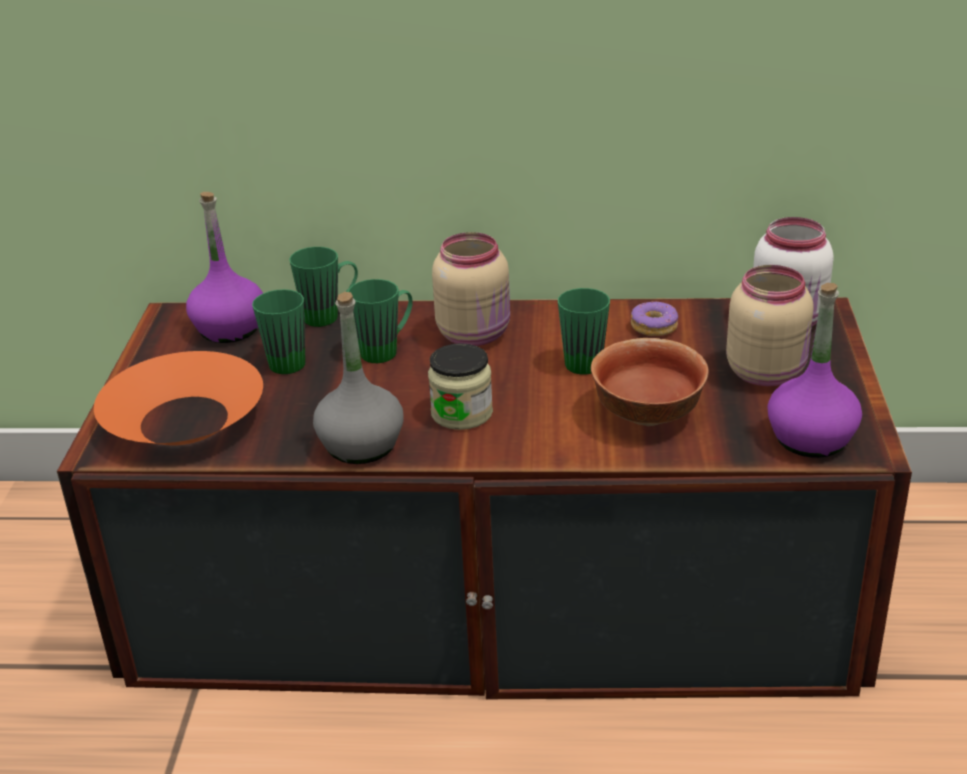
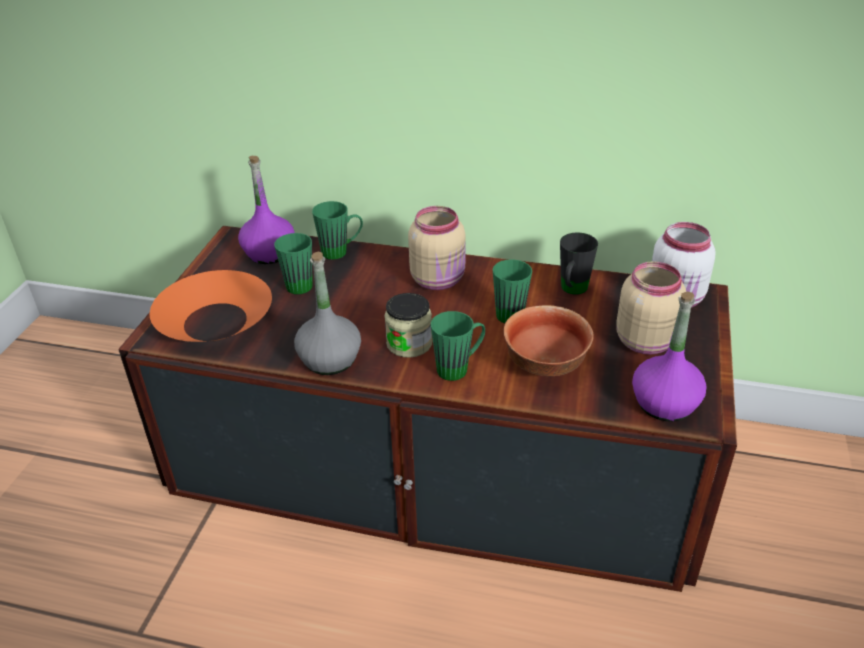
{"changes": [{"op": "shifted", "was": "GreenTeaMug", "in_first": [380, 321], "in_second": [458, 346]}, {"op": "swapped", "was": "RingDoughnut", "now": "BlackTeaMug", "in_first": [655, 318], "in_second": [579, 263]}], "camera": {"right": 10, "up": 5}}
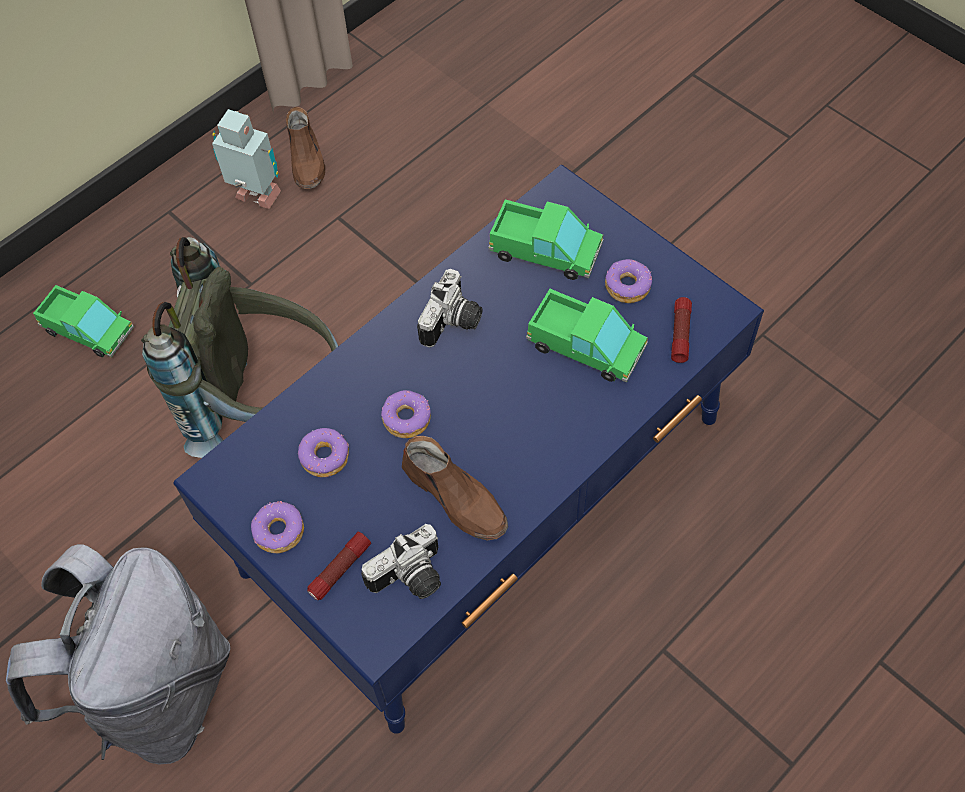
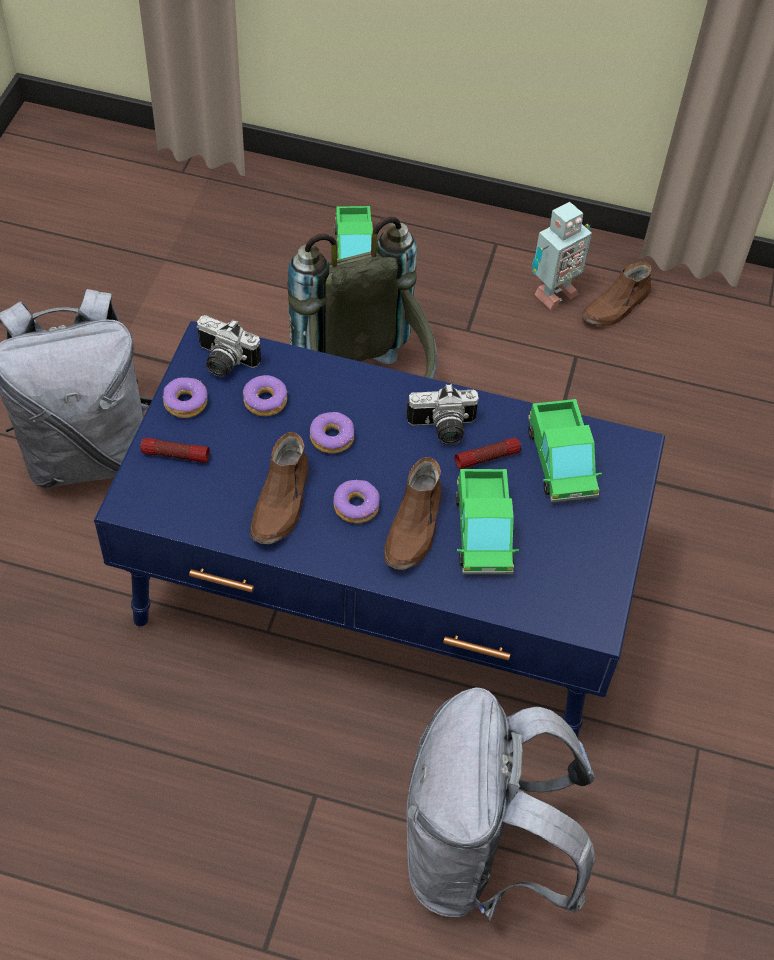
{"changes": [{"op": "new", "now": "BrownishShoe", "in_second": [412, 513]}, {"op": "new", "now": "GreyKnapsack", "in_second": [501, 804]}, {"op": "shifted", "was": "StillCamera", "in_first": [401, 561], "in_second": [228, 346]}, {"op": "shifted", "was": "RingDoughnut", "in_first": [628, 281], "in_second": [356, 501]}, {"op": "shifted", "was": "HandTorch", "in_first": [681, 330], "in_second": [488, 453]}, {"op": "rotated", "was": "ModelRobot", "in_first": [246, 159], "in_second": [562, 256], "clockwise": 60}], "camera": {"right": 55, "up": -5}}
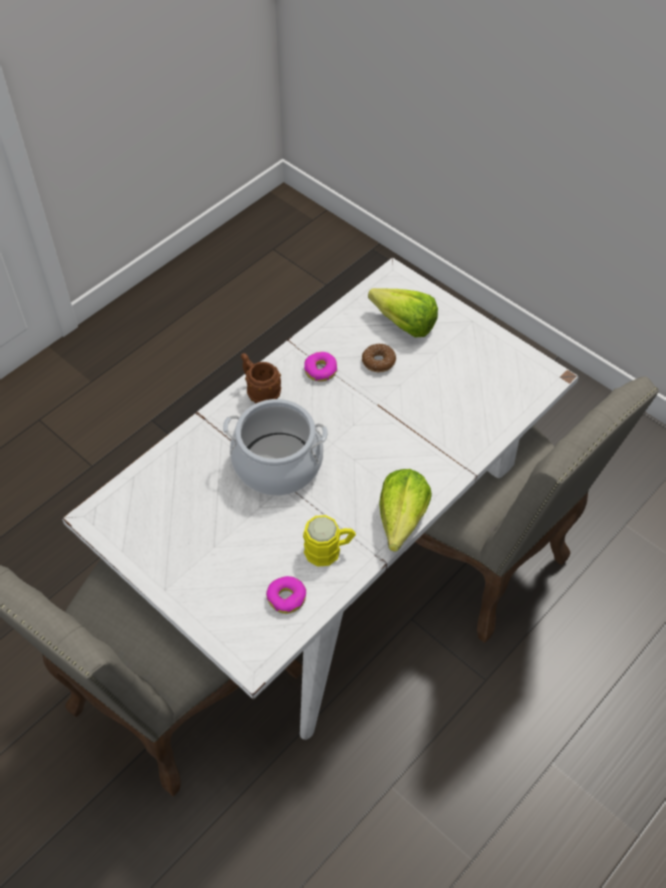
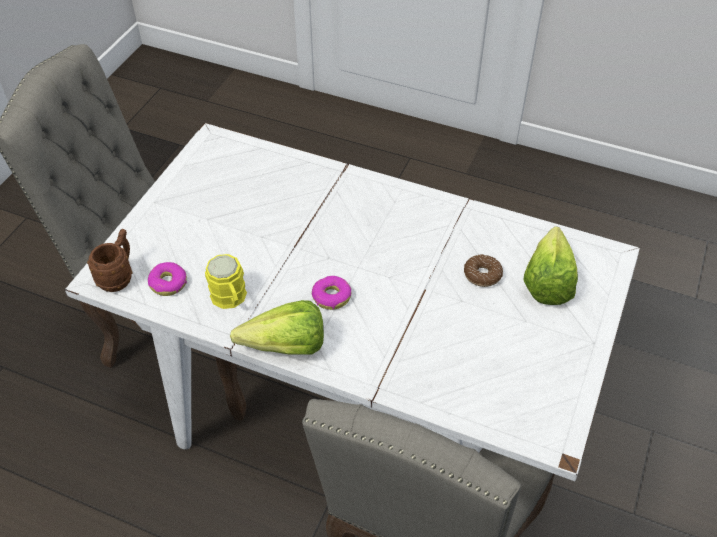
{"changes": [{"op": "gone", "was": "Saucepot", "in_first": [275, 447]}, {"op": "shifted", "was": "BrownishTeaMug", "in_first": [261, 378], "in_second": [109, 260]}, {"op": "shifted", "was": "RingDoughnut", "in_first": [320, 367], "in_second": [331, 293]}], "camera": {"right": 70, "up": -5}}
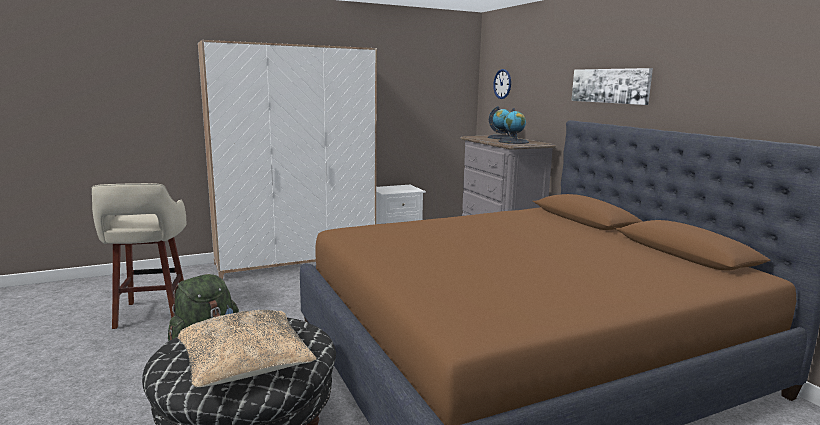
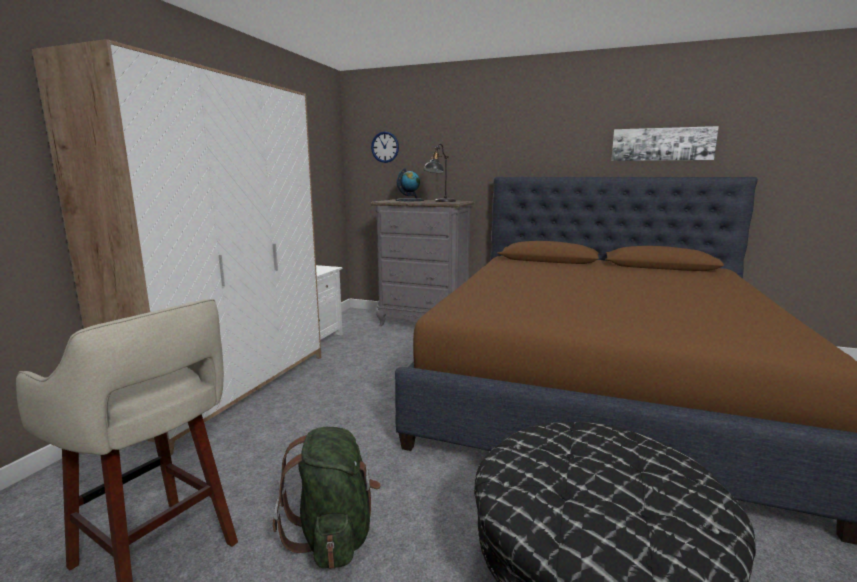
{"changes": [{"op": "gone", "was": "SandColouredThrowPillow", "in_first": [246, 348]}, {"op": "shifted", "was": "WallArt", "in_first": [612, 86], "in_second": [665, 143]}, {"op": "swapped", "was": "WorldGlobe", "now": "GreyTabletopLamp", "in_first": [514, 126], "in_second": [440, 173]}], "camera": {"right": -45, "up": 0}}
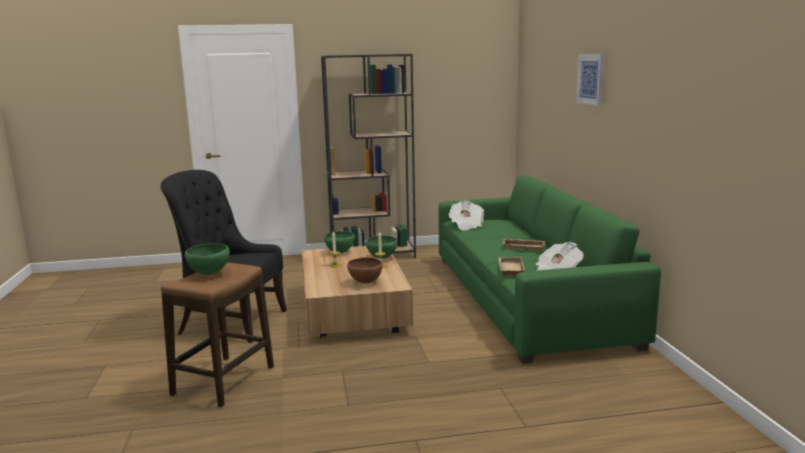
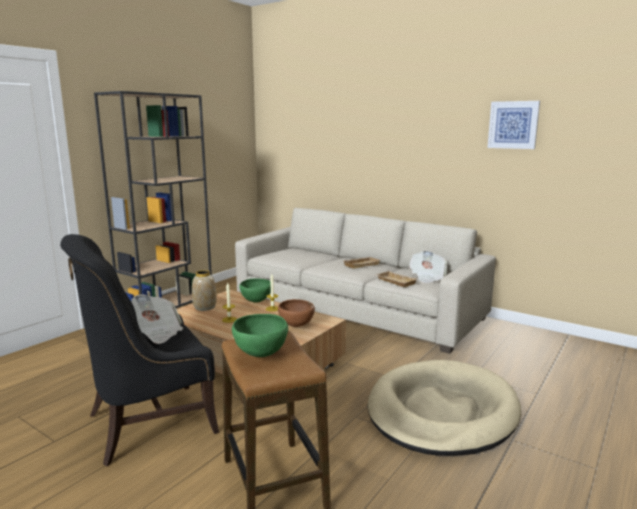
{"changes": [{"op": "new", "now": "SandColouredDogCushion", "in_second": [444, 408]}, {"op": "shifted", "was": "DailyPaper", "in_first": [466, 215], "in_second": [157, 319]}, {"op": "shifted", "was": "WallArt", "in_first": [590, 80], "in_second": [513, 125]}, {"op": "swapped", "was": "GreenDeepDish", "now": "Vase", "in_first": [339, 242], "in_second": [204, 290]}, {"op": "repainted", "was": "GreenSofa", "now": "SandColouredSofa", "in_first": [549, 269], "in_second": [365, 281]}], "camera": {"right": -45, "up": 0}}
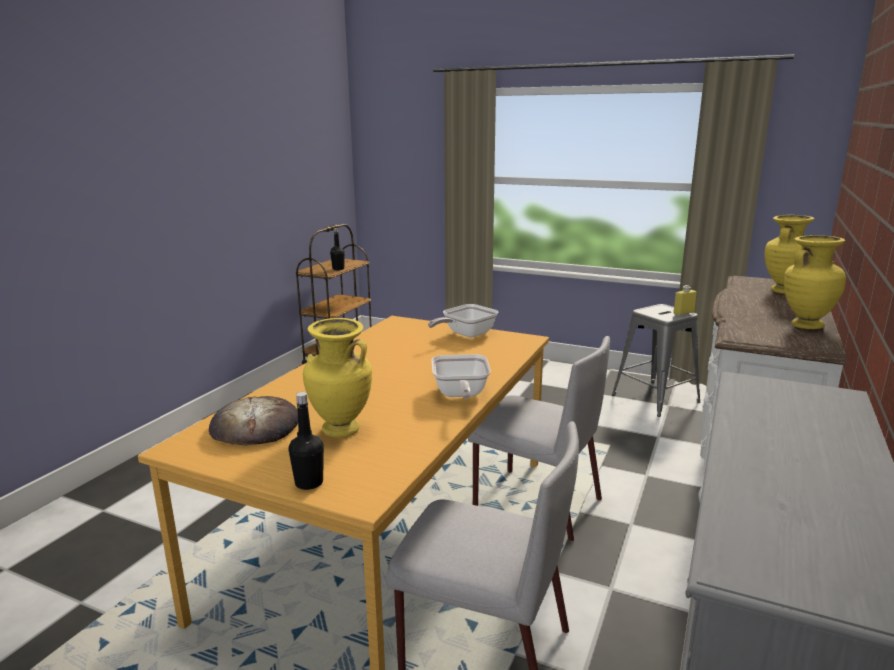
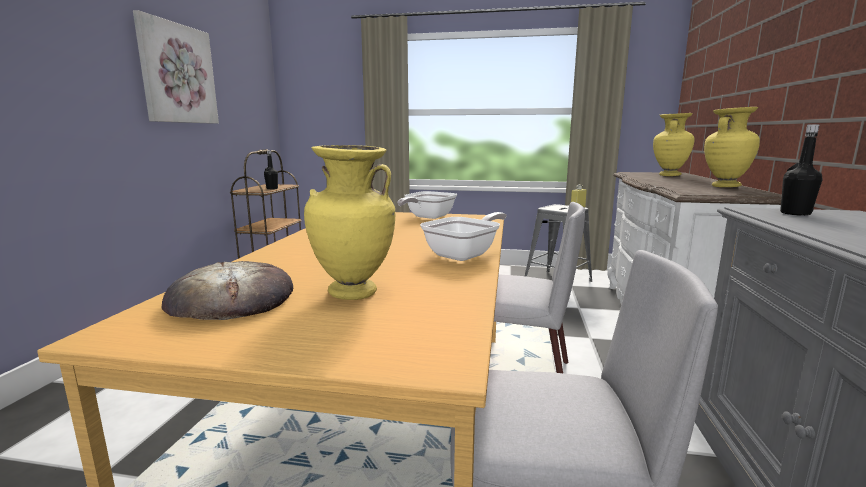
{"changes": [{"op": "new", "now": "WallArt", "in_second": [176, 67]}, {"op": "shifted", "was": "BlackBeverageBottle", "in_first": [306, 441], "in_second": [801, 170]}, {"op": "rotated", "was": "Pan", "in_first": [461, 376], "in_second": [463, 236], "clockwise": -120}], "camera": {"right": -15, "up": -5}}
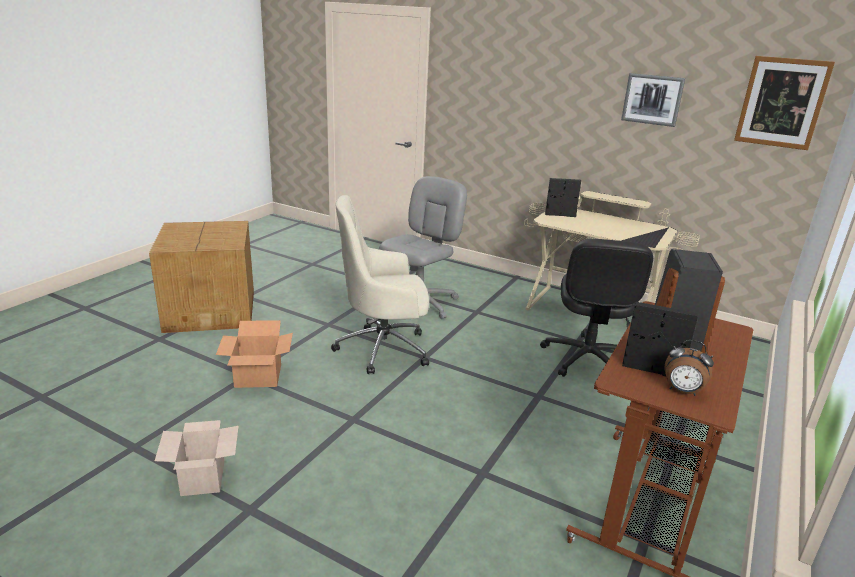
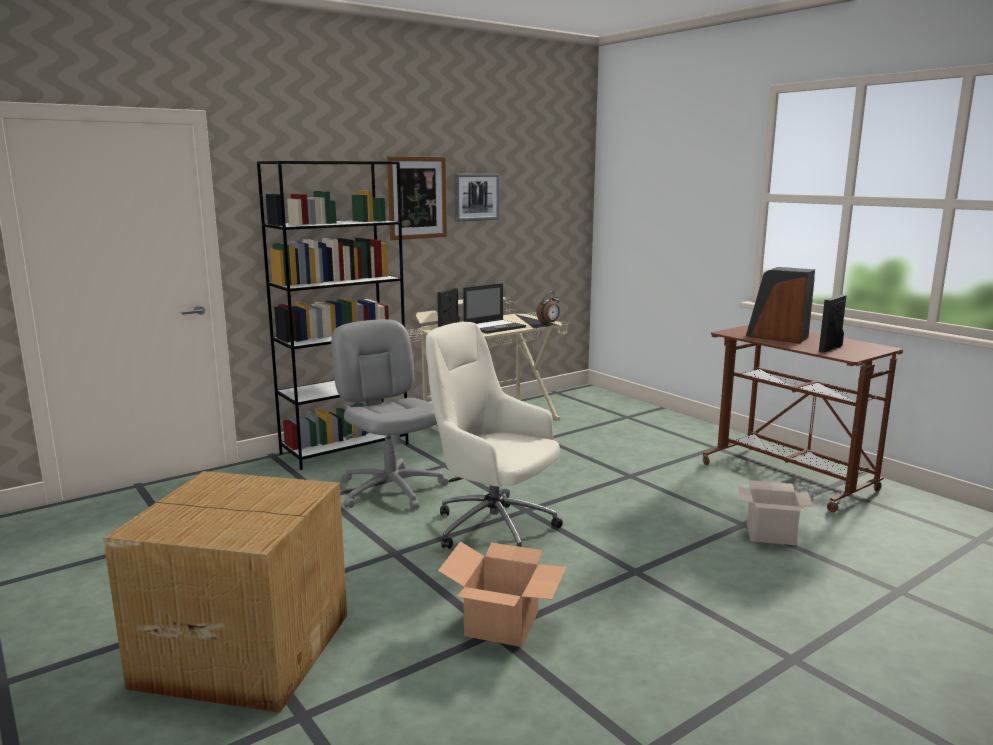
{"changes": [{"op": "gone", "was": "BlackOfficeChair", "in_first": [596, 308]}, {"op": "new", "now": "WhiteColouredBookshelf", "in_second": [332, 315]}, {"op": "new", "now": "PortableComputer", "in_second": [494, 308]}, {"op": "shifted", "was": "CardboardBox", "in_first": [197, 458], "in_second": [776, 513]}, {"op": "shifted", "was": "TableClock", "in_first": [689, 368], "in_second": [548, 308]}, {"op": "shifted", "was": "WallArt", "in_first": [784, 103], "in_second": [417, 198]}, {"op": "rotated", "was": "SandColouredOfficeChair", "in_first": [380, 284], "in_second": [494, 435], "clockwise": 105}], "camera": {"right": -65, "up": -10}}
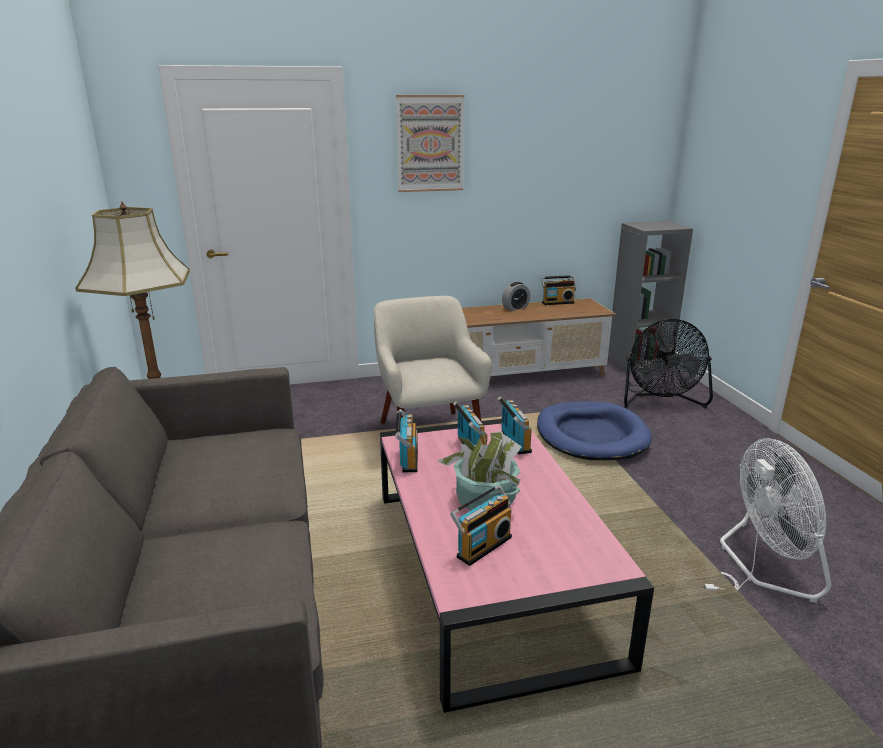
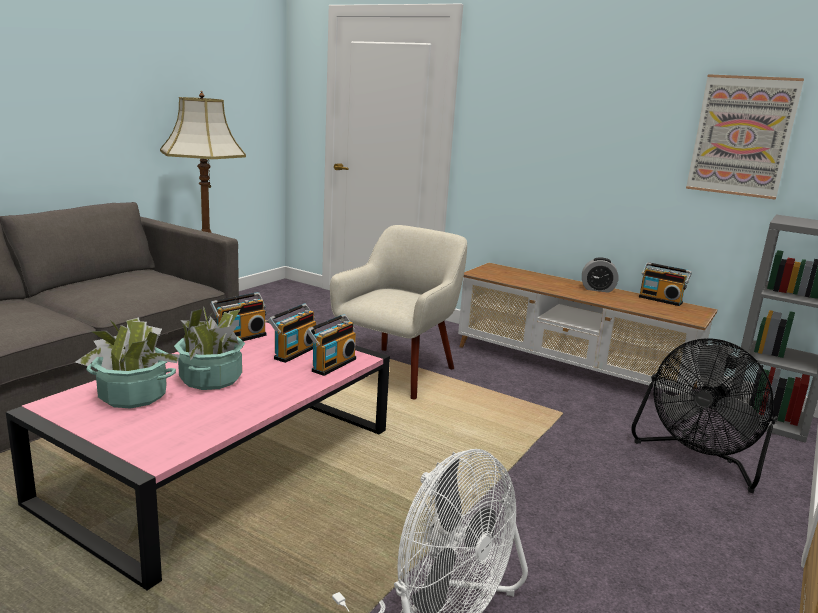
{"changes": [{"op": "gone", "was": "BluishDogCushion", "in_first": [594, 430]}, {"op": "shifted", "was": "WallArt", "in_first": [430, 143], "in_second": [745, 136]}, {"op": "swapped", "was": "RadioSet", "now": "PottedPlant", "in_first": [481, 525], "in_second": [127, 362]}], "camera": {"right": 45, "up": -5}}
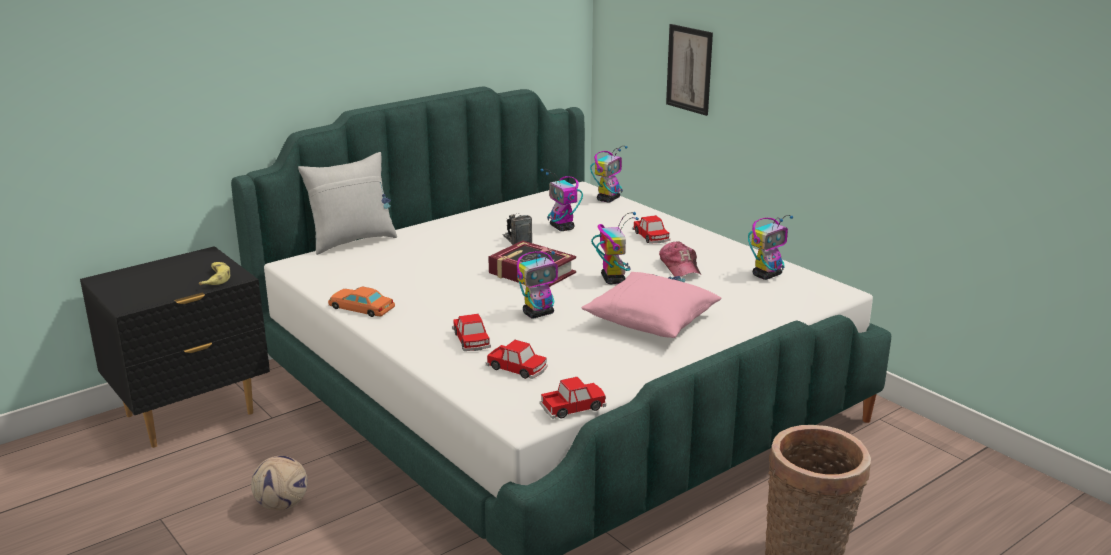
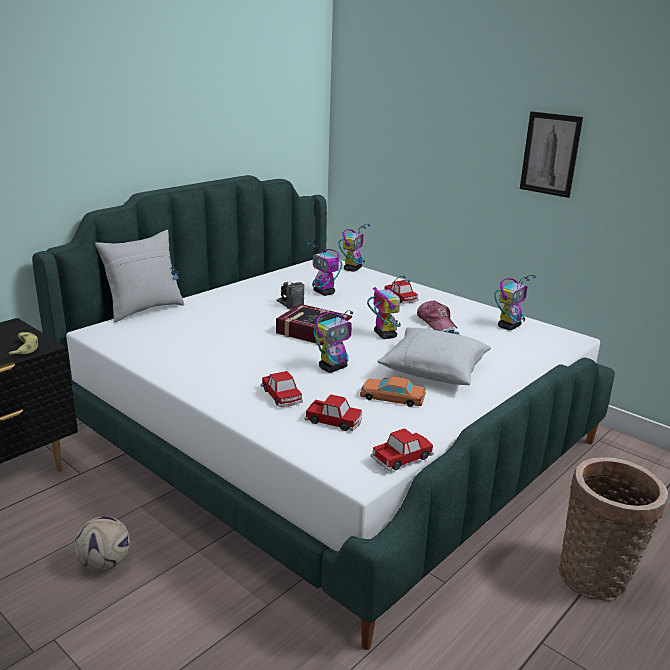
{"changes": [{"op": "shifted", "was": "OrangeyModelCar", "in_first": [361, 301], "in_second": [393, 391]}, {"op": "shifted", "was": "WallArt", "in_first": [689, 70], "in_second": [551, 154]}, {"op": "repainted", "was": "PinkishThrowPillow", "now": "GreyThrowPillow", "in_first": [651, 305], "in_second": [434, 356]}], "camera": {"right": -10, "up": 0}}
